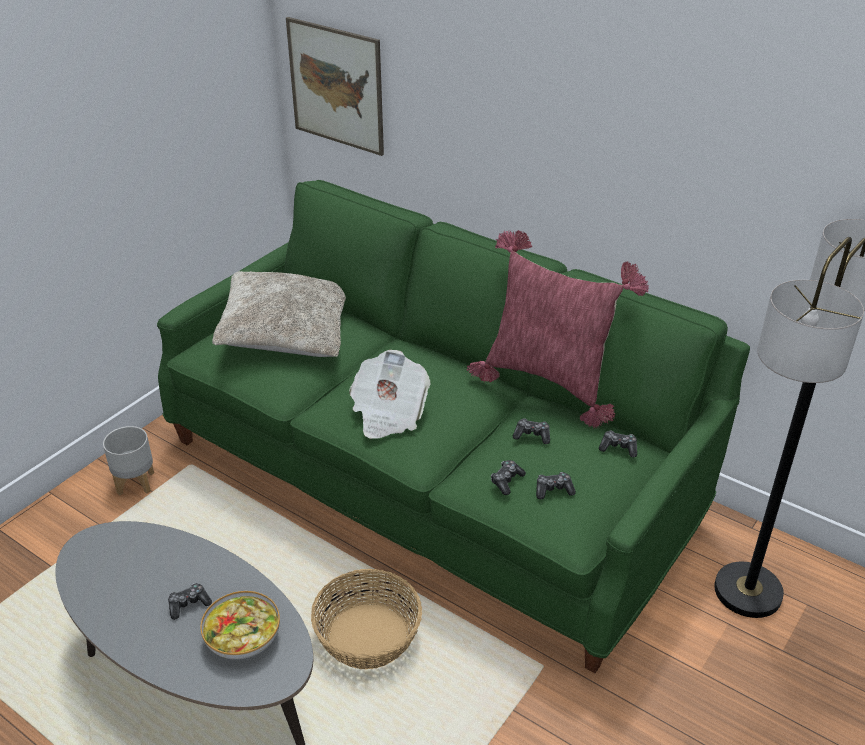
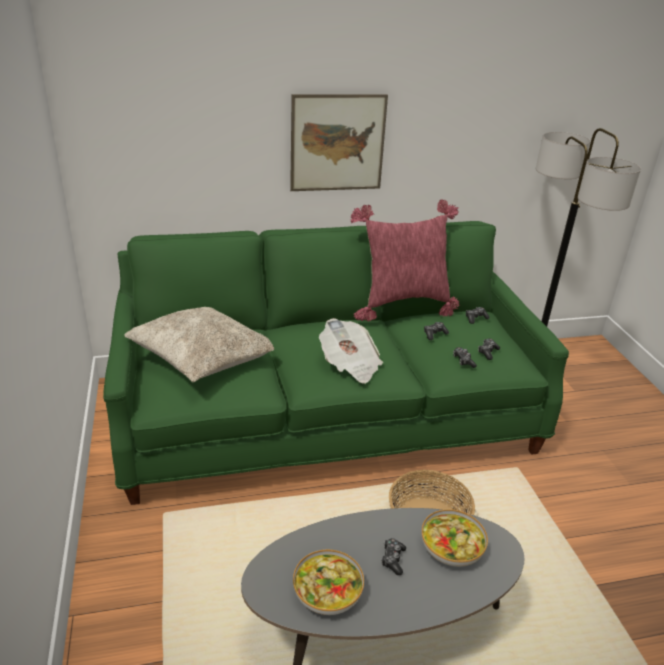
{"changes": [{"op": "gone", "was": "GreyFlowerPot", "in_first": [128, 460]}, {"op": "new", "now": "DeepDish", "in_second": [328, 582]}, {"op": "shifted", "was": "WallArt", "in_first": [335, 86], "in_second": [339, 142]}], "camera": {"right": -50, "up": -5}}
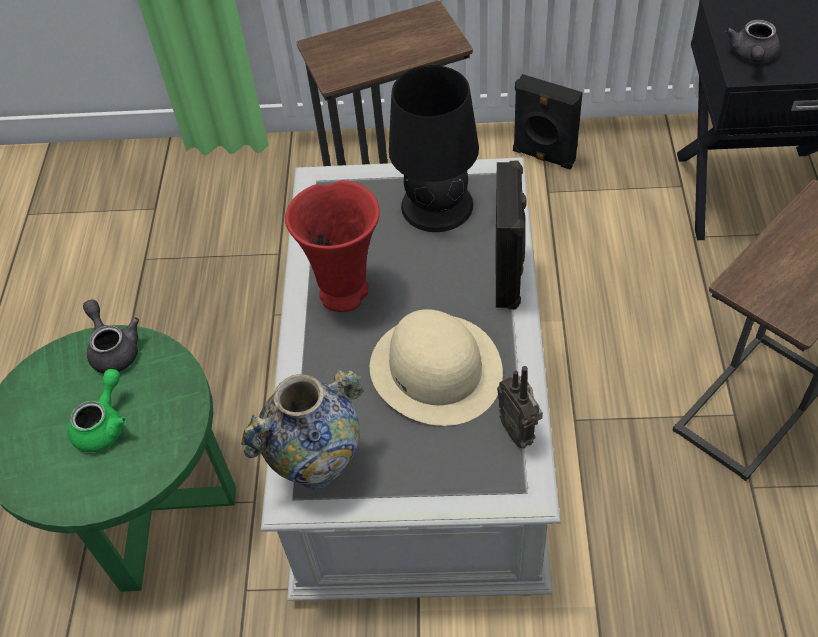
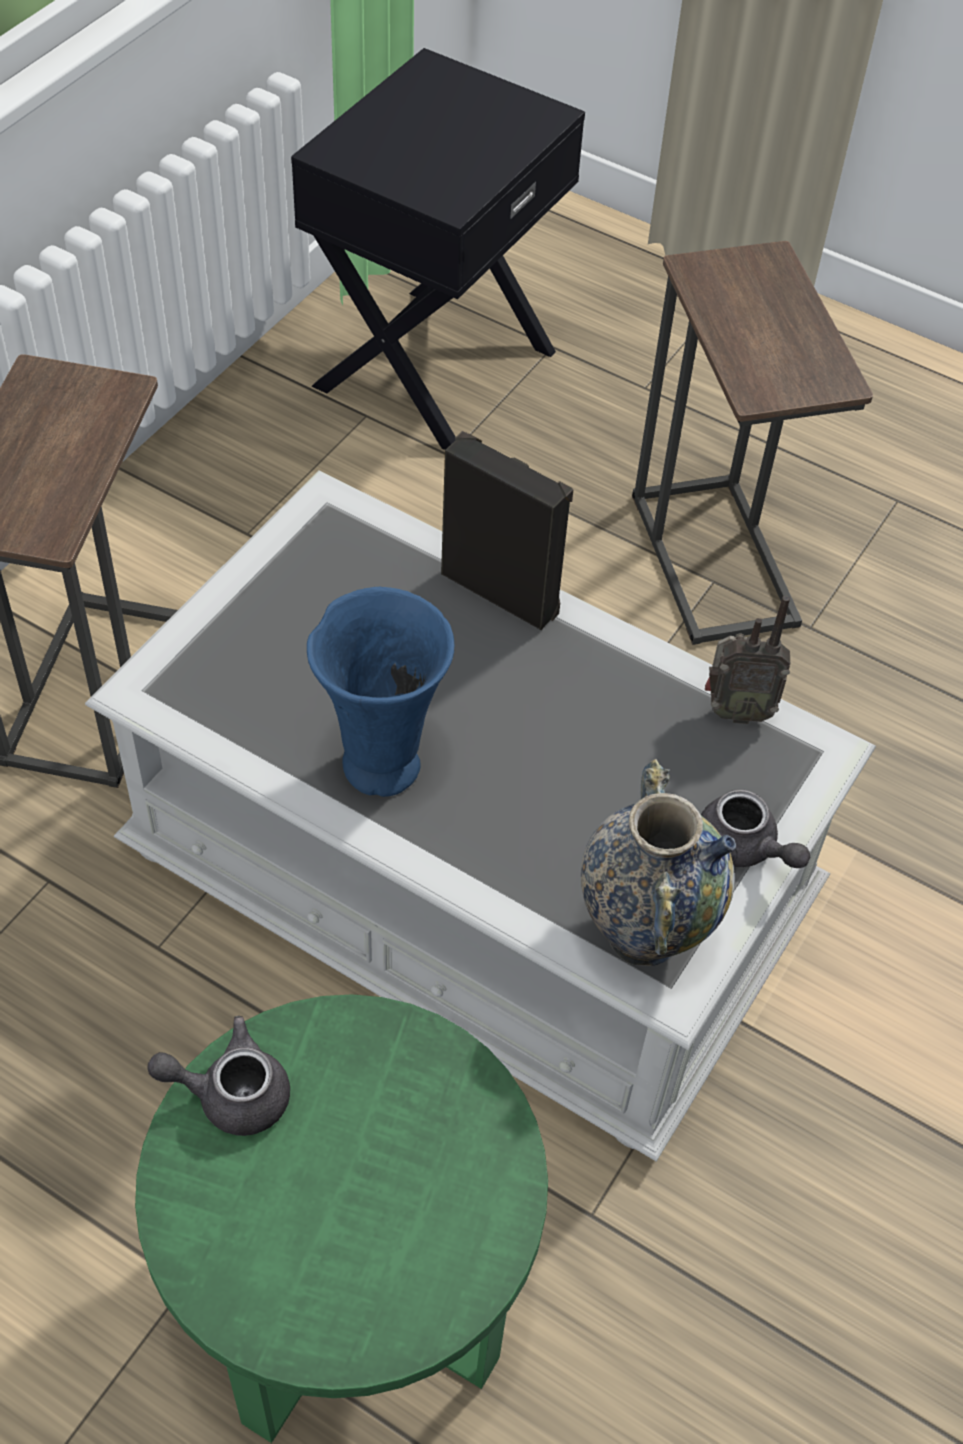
{"changes": [{"op": "gone", "was": "GreenPotForTea", "in_first": [97, 410]}, {"op": "gone", "was": "SandColouredWearableHat", "in_first": [436, 367]}, {"op": "gone", "was": "BlackTabletopLamp", "in_first": [434, 148]}, {"op": "gone", "was": "BlackSpeaker", "in_first": [548, 122]}, {"op": "shifted", "was": "GreyPotForTea", "in_first": [752, 41], "in_second": [755, 829]}, {"op": "repainted", "was": "RedVase", "now": "BluishVase", "in_first": [332, 246], "in_second": [380, 692]}], "camera": {"right": -65, "up": 0}}
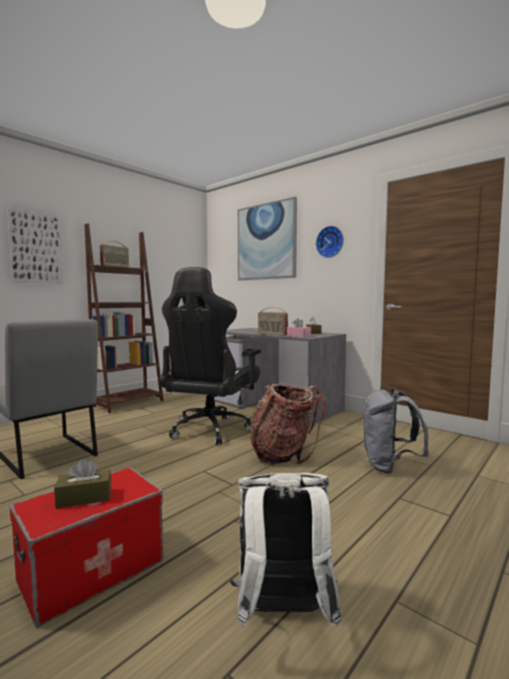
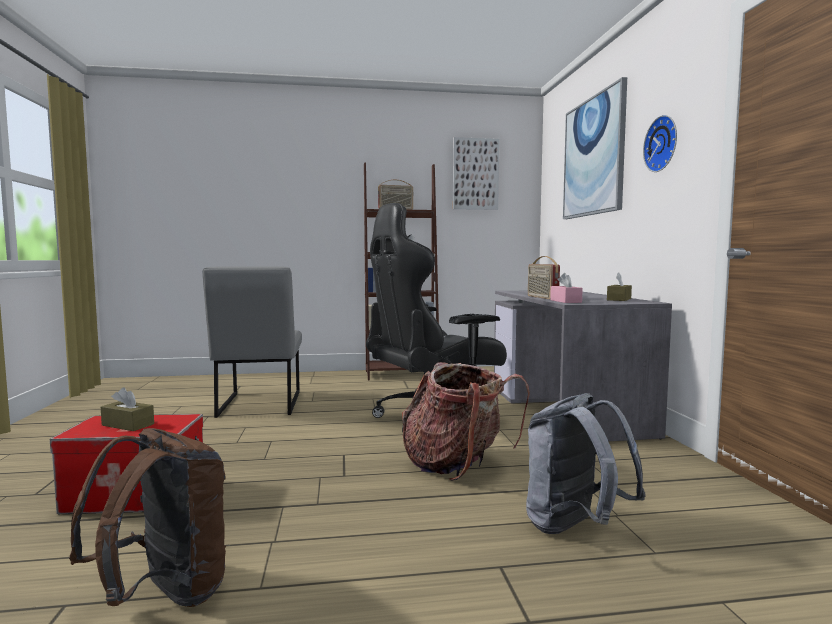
{"changes": [{"op": "shifted", "was": "WallArt", "in_first": [35, 246], "in_second": [476, 173]}, {"op": "repainted", "was": "WhiteColouredKnapsack", "now": "BrownishKnapsack", "in_first": [286, 550], "in_second": [147, 517]}], "camera": {"right": 40, "up": 0}}
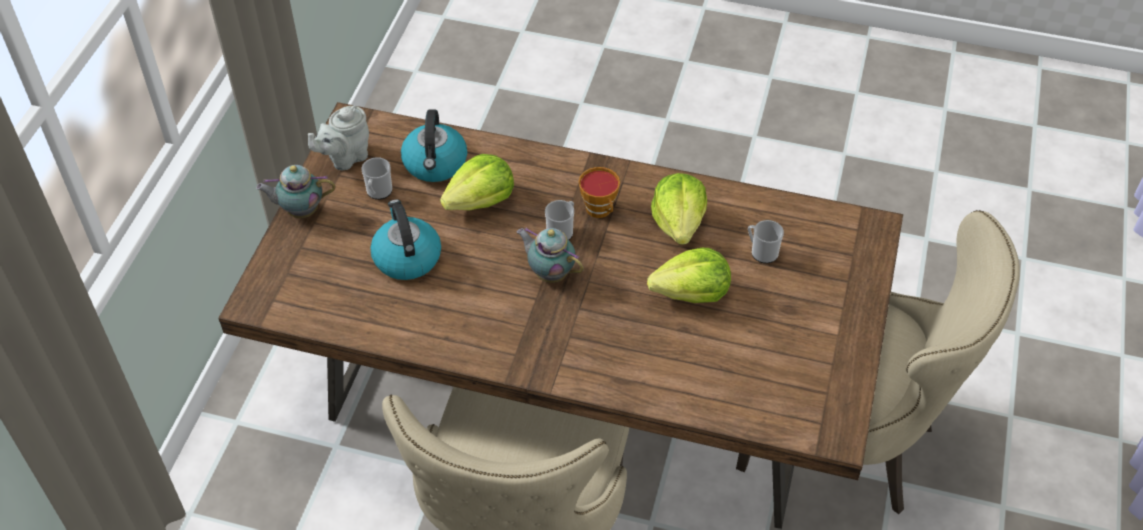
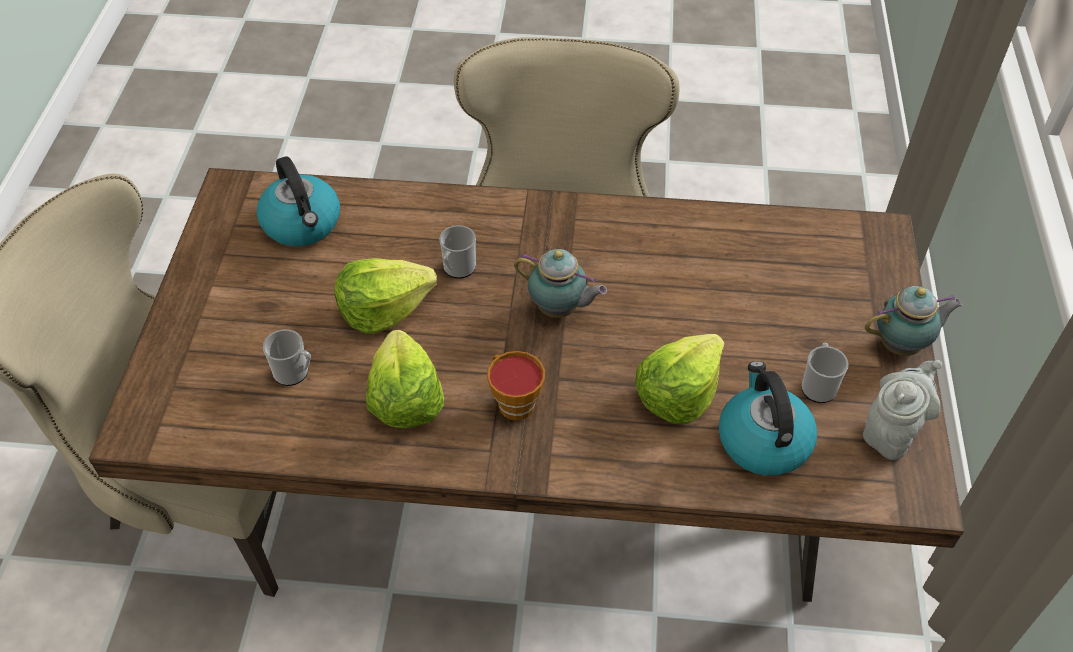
{"changes": [{"op": "shifted", "was": "TeaKettle", "in_first": [405, 240], "in_second": [298, 201]}, {"op": "shifted", "was": "TeaMug", "in_first": [559, 220], "in_second": [457, 252]}], "camera": {"right": 170, "up": 0}}
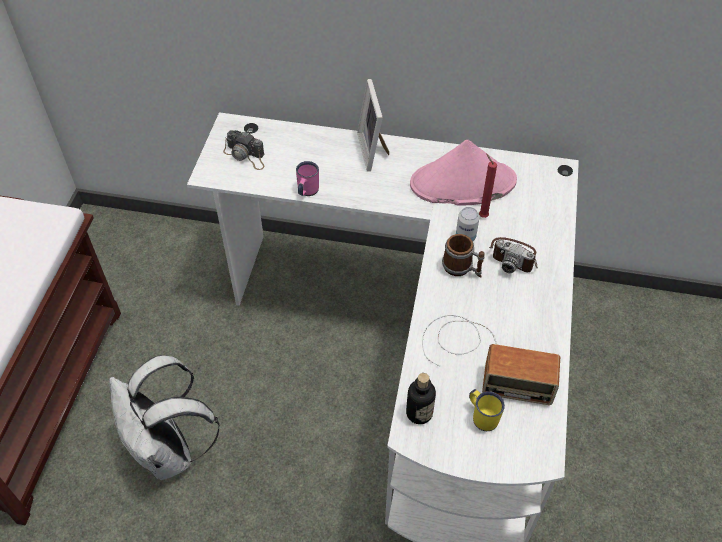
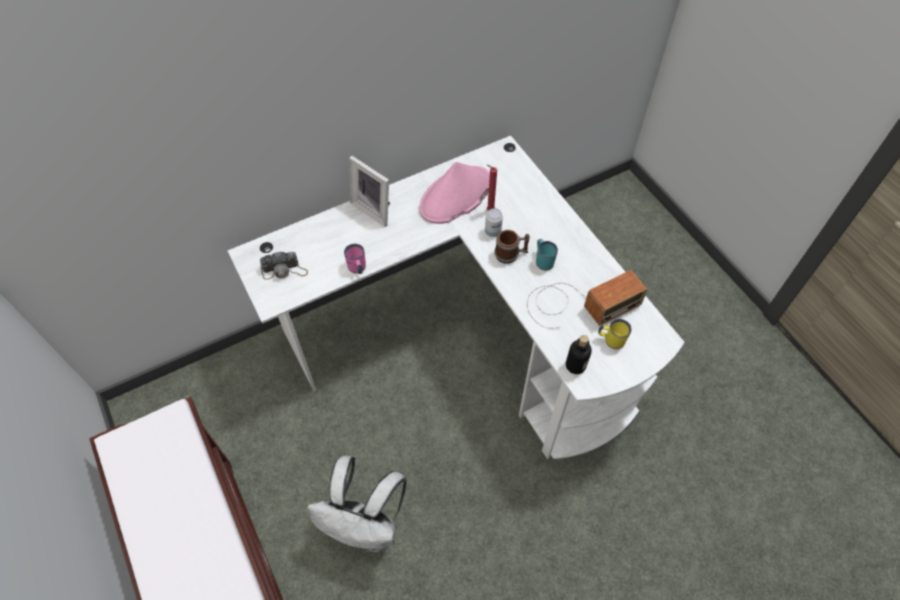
{"changes": [{"op": "gone", "was": "StillCamera", "in_first": [513, 255]}, {"op": "new", "now": "TurquoiseColouredTeaMug", "in_second": [547, 254]}], "camera": {"right": -40, "up": 5}}
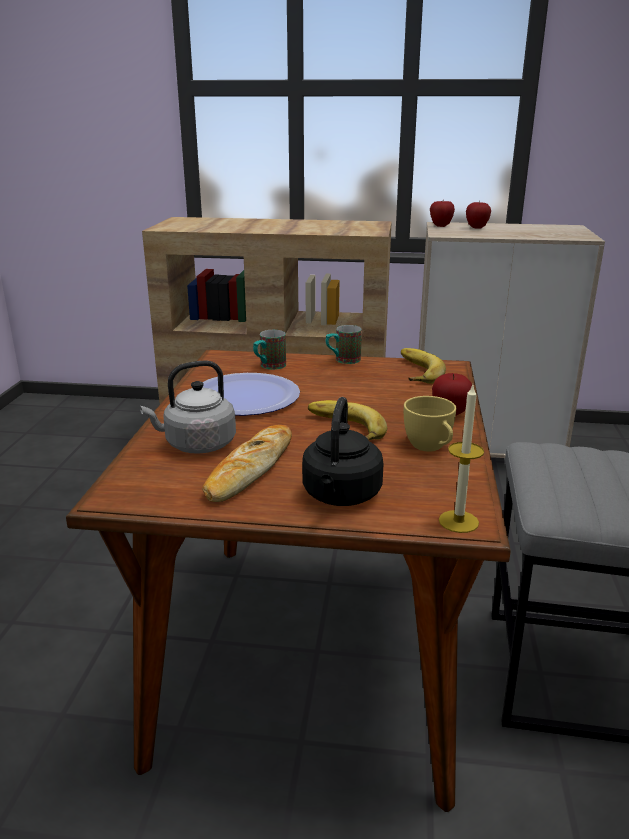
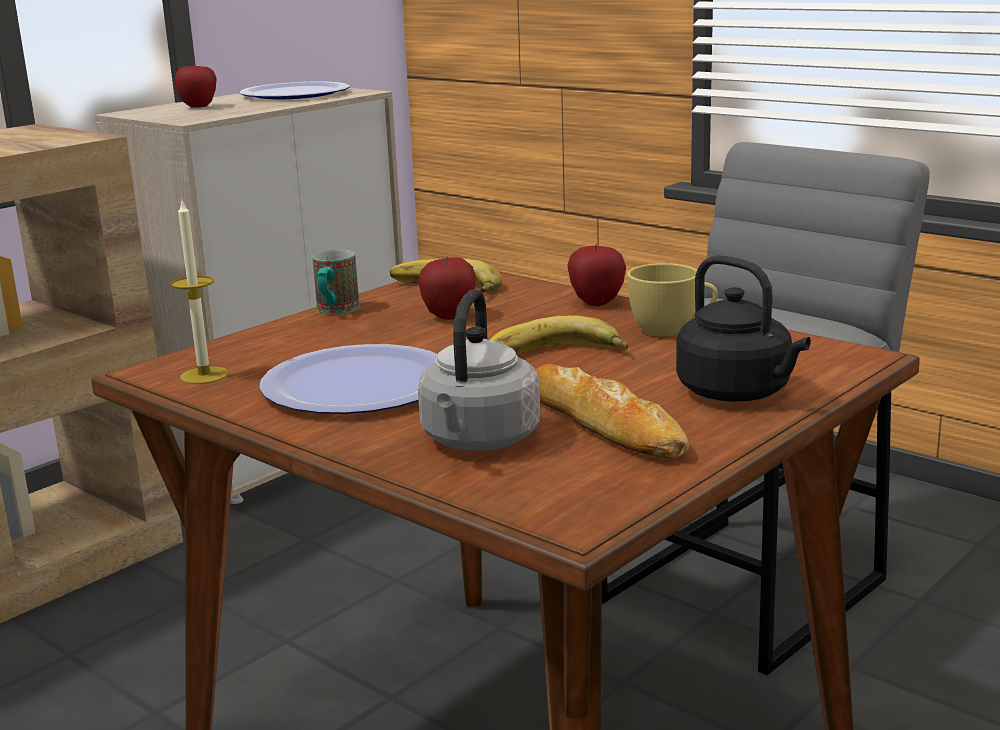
{"changes": [{"op": "gone", "was": "TeaMug", "in_first": [269, 350]}, {"op": "new", "now": "DinnerPlate", "in_second": [294, 90]}, {"op": "shifted", "was": "AppleFruit", "in_first": [442, 214], "in_second": [447, 288]}, {"op": "shifted", "was": "Candle", "in_first": [461, 459], "in_second": [200, 292]}], "camera": {"right": -55, "up": -5}}
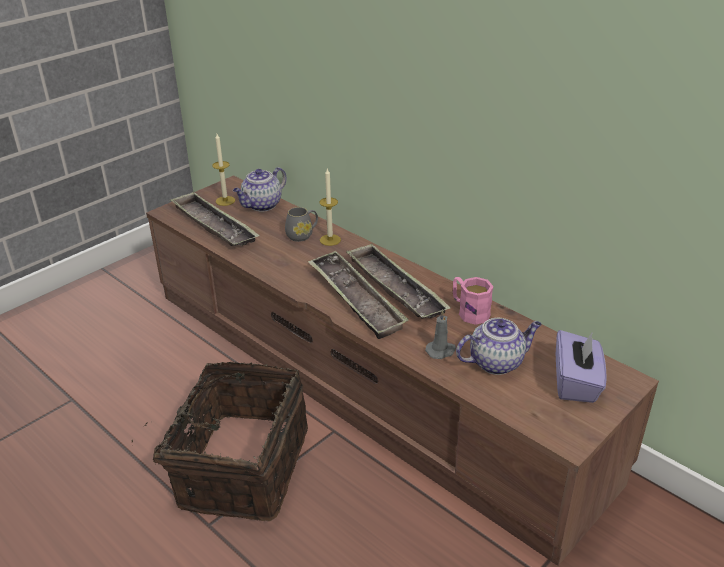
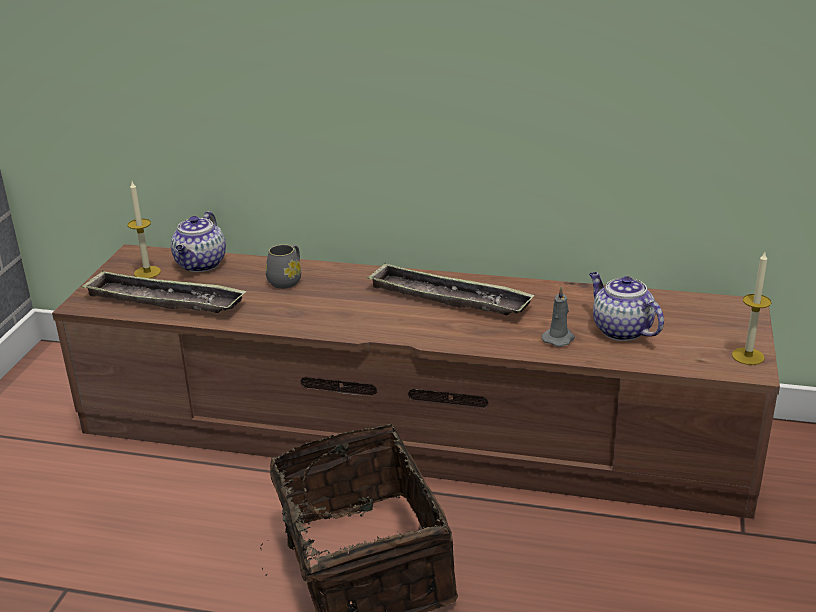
{"changes": [{"op": "gone", "was": "CarryingTray", "in_first": [358, 294]}, {"op": "gone", "was": "PinkishTeaMug", "in_first": [473, 301]}, {"op": "gone", "was": "PurpleColouredTissueHolder", "in_first": [581, 366]}, {"op": "shifted", "was": "Candle", "in_first": [330, 207], "in_second": [752, 308]}, {"op": "rotated", "was": "PotForTea", "in_first": [499, 346], "in_second": [626, 306], "clockwise": -75}], "camera": {"right": -30, "up": -5}}
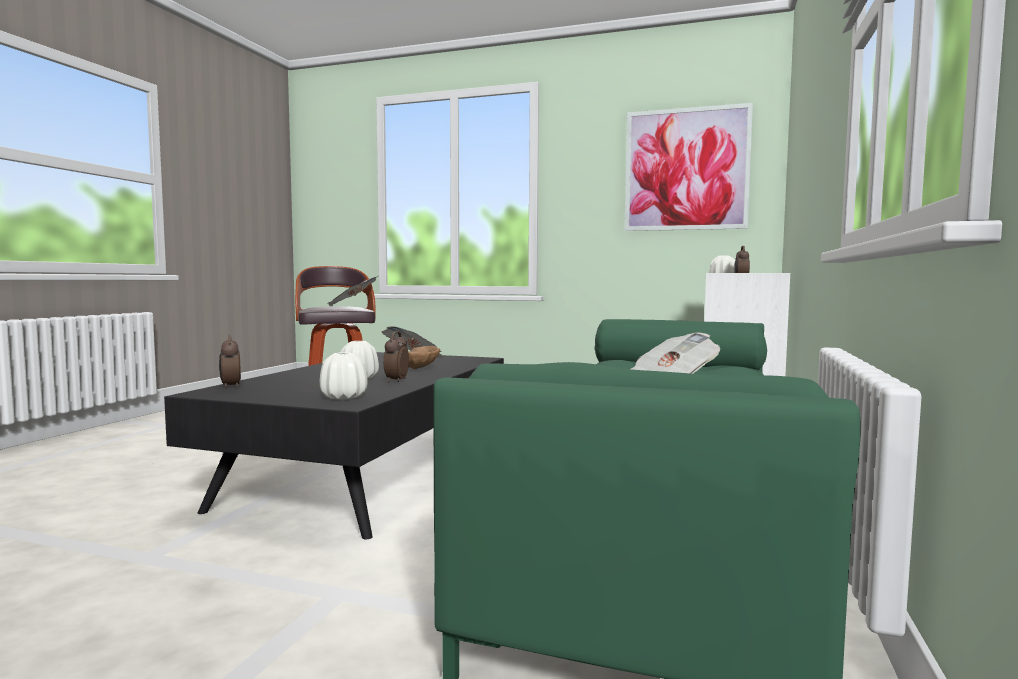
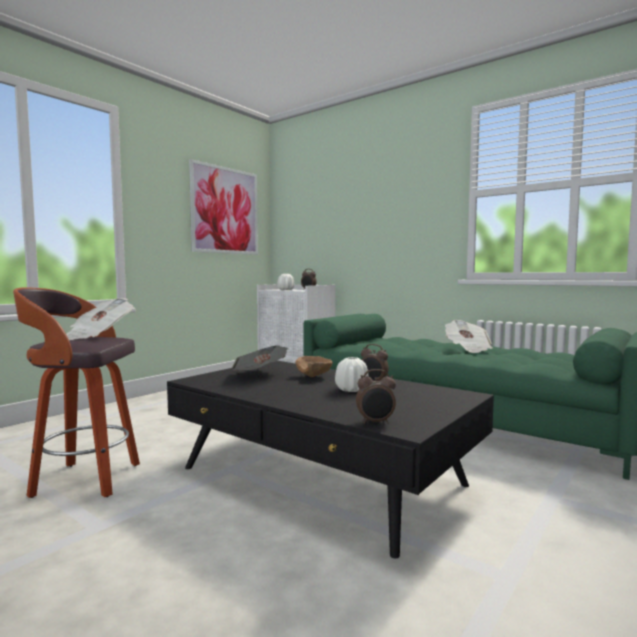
{"changes": [{"op": "gone", "was": "WhiteColouredVase", "in_first": [343, 375]}], "camera": {"right": -70, "up": 0}}
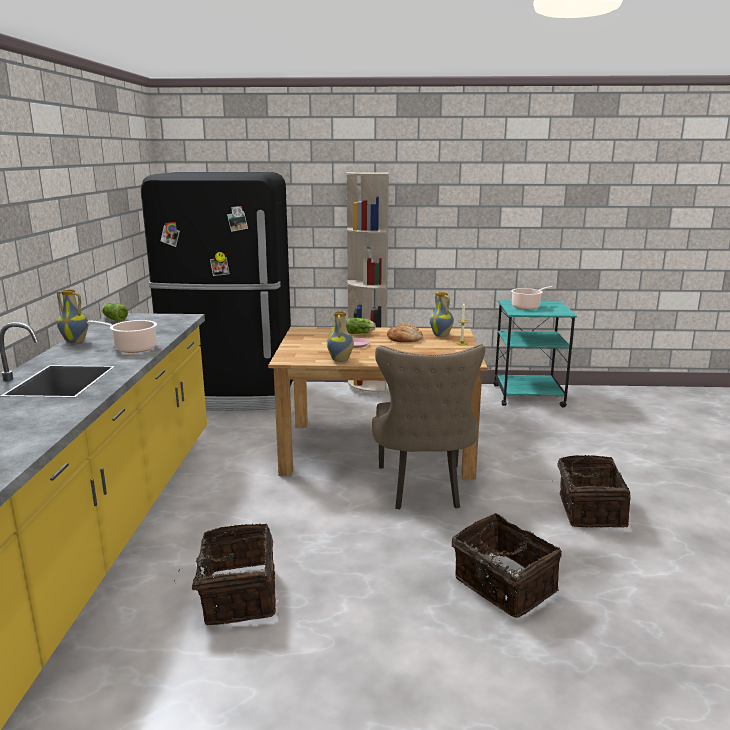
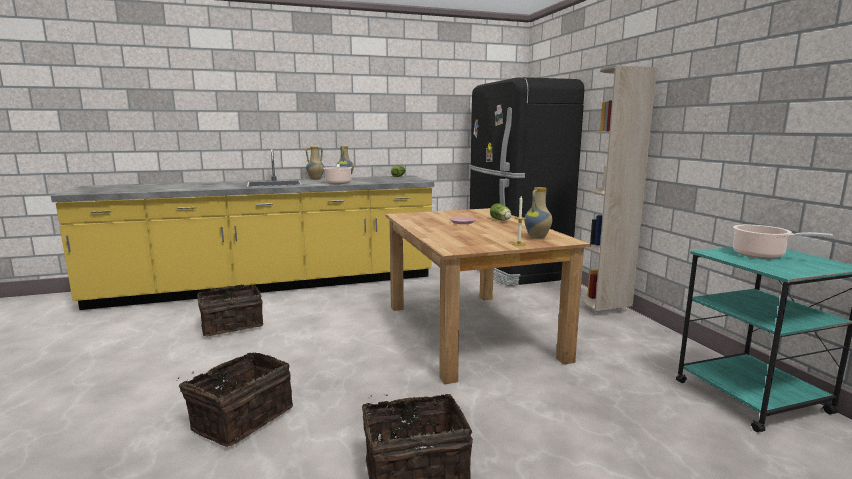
{"changes": [{"op": "gone", "was": "SandColouredChair", "in_first": [428, 427]}, {"op": "gone", "was": "Bread", "in_first": [405, 333]}, {"op": "shifted", "was": "Vase", "in_first": [340, 336], "in_second": [315, 163]}], "camera": {"right": 70, "up": -5}}
